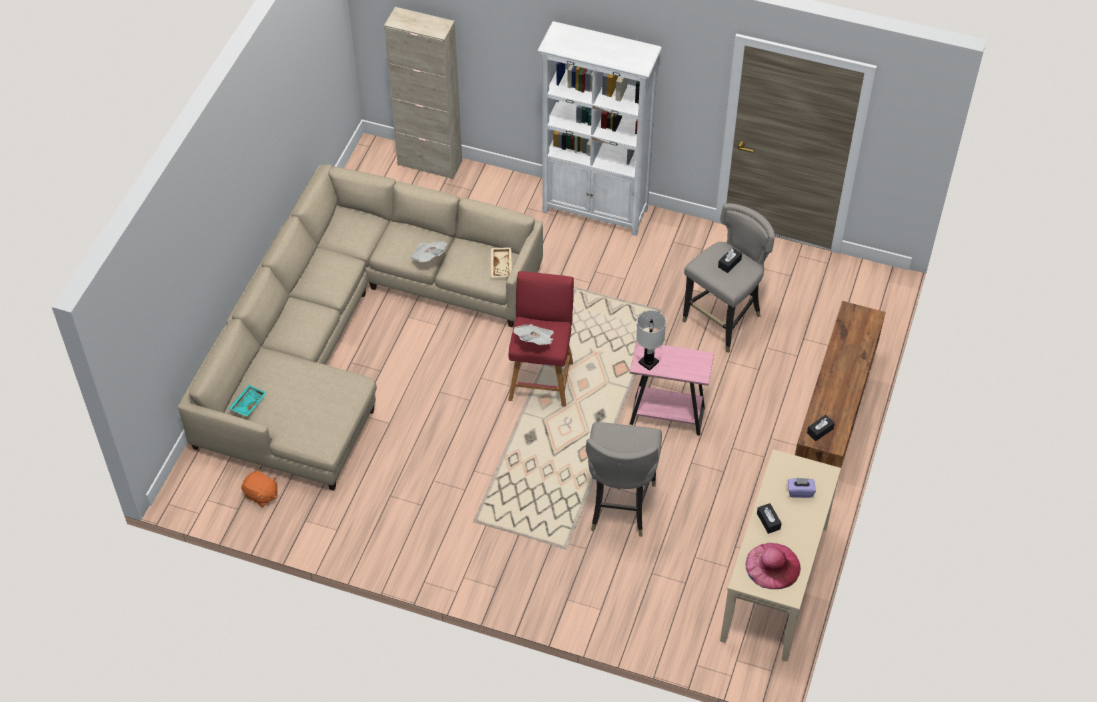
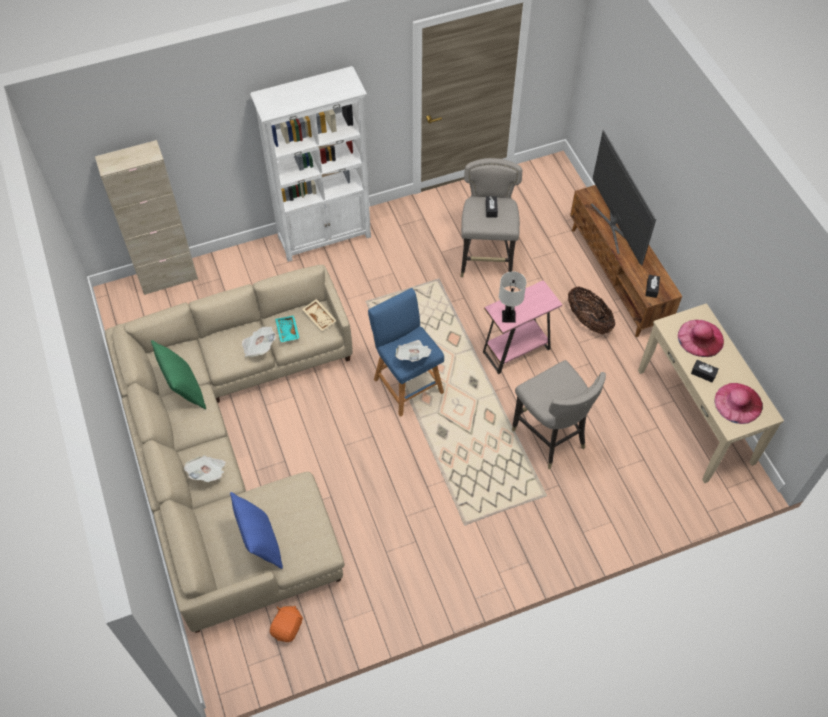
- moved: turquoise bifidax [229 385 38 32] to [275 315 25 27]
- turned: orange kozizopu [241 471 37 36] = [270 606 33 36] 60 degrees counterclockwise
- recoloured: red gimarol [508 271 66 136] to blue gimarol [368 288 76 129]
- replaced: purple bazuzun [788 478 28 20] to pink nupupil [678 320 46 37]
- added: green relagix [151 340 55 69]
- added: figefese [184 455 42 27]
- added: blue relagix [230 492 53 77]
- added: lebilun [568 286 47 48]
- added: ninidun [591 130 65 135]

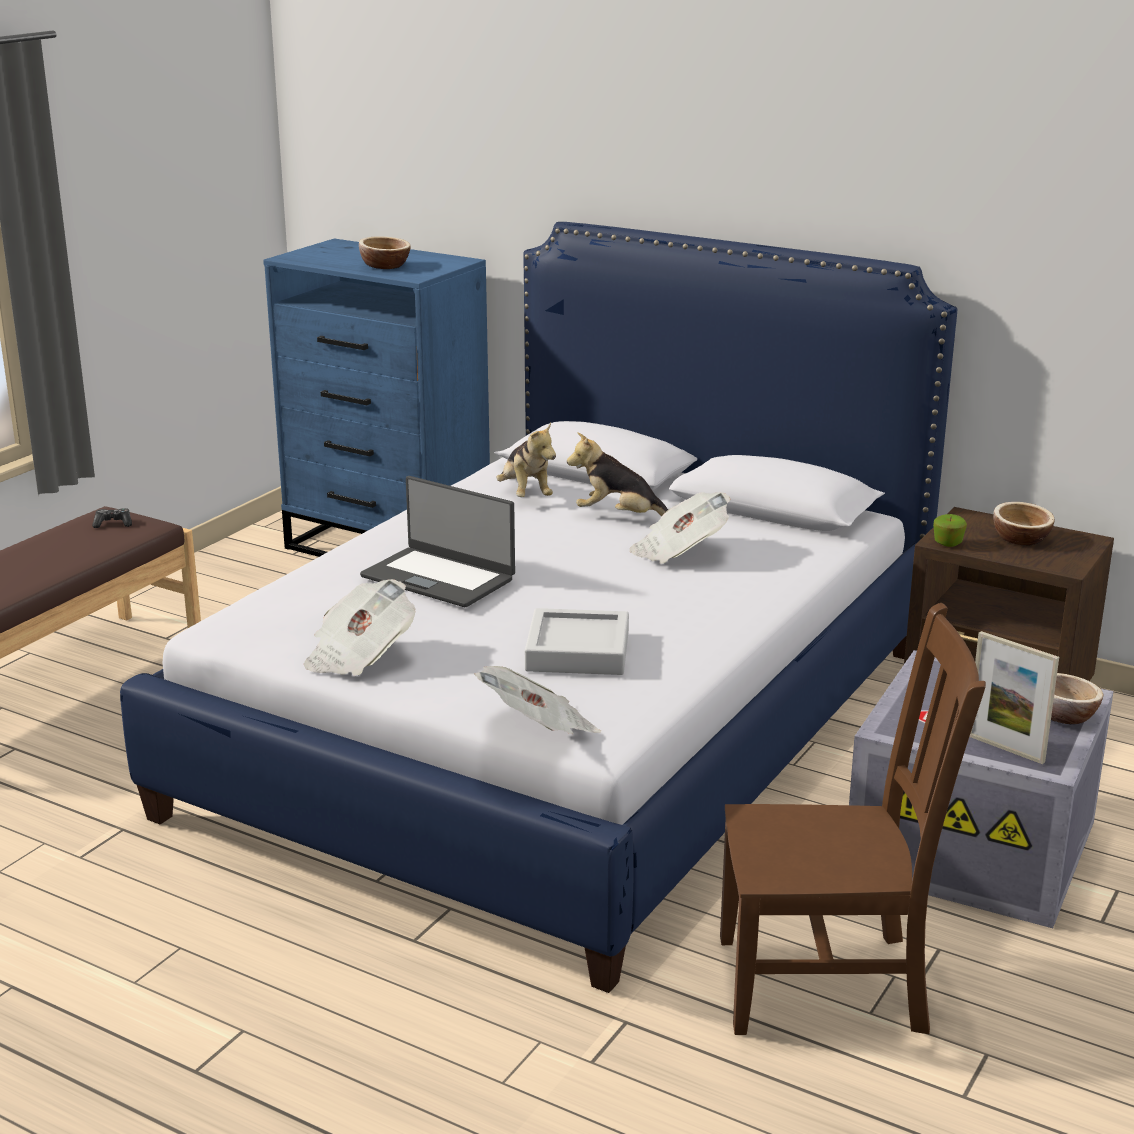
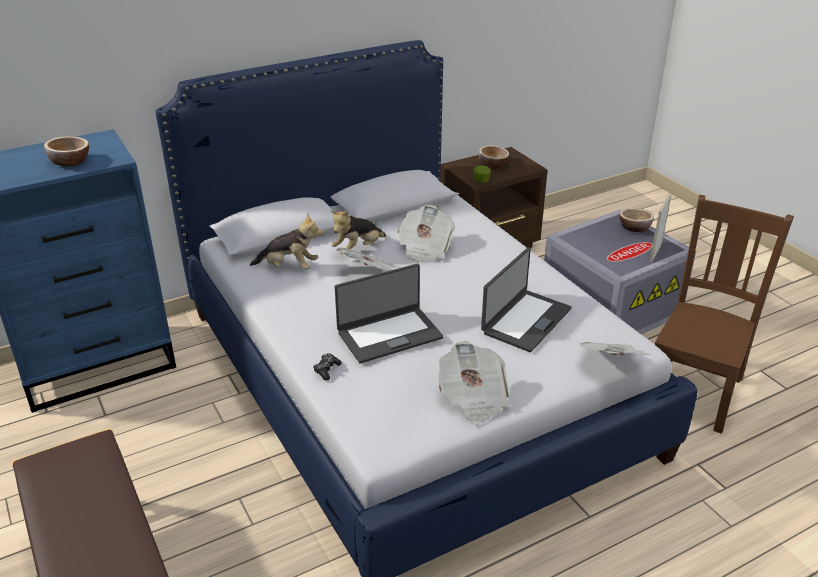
- moved: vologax [92 508 40 20] to [313 353 29 28]
- replaced: grey bifidax [525 608 104 67] to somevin [481 247 91 105]
- turned: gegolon [969 631 90 133] = [650 194 22 68] 135 degrees clockwise
- added: figefese [337 248 63 23]

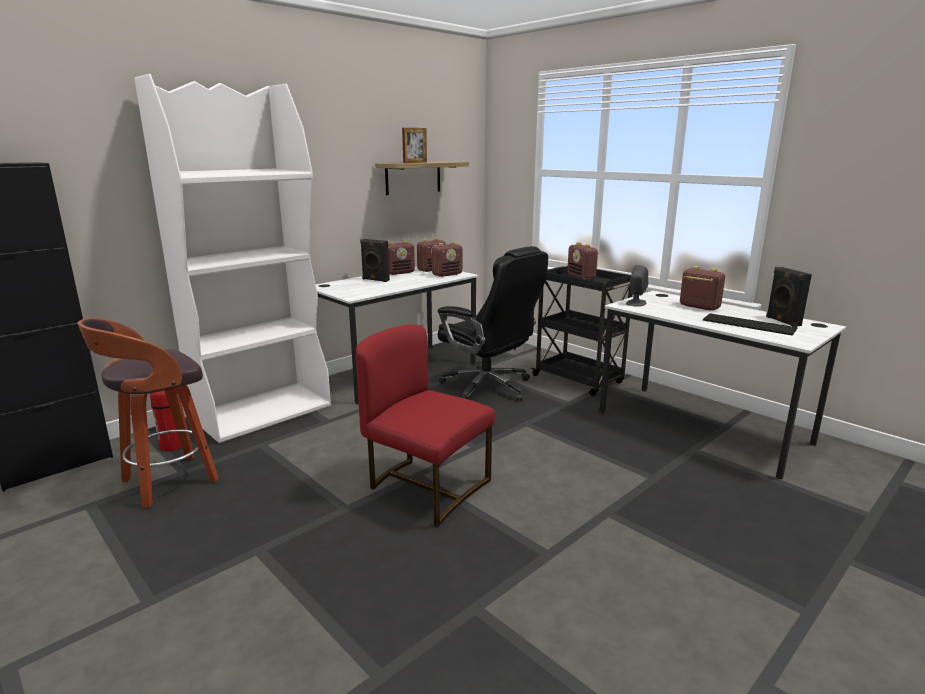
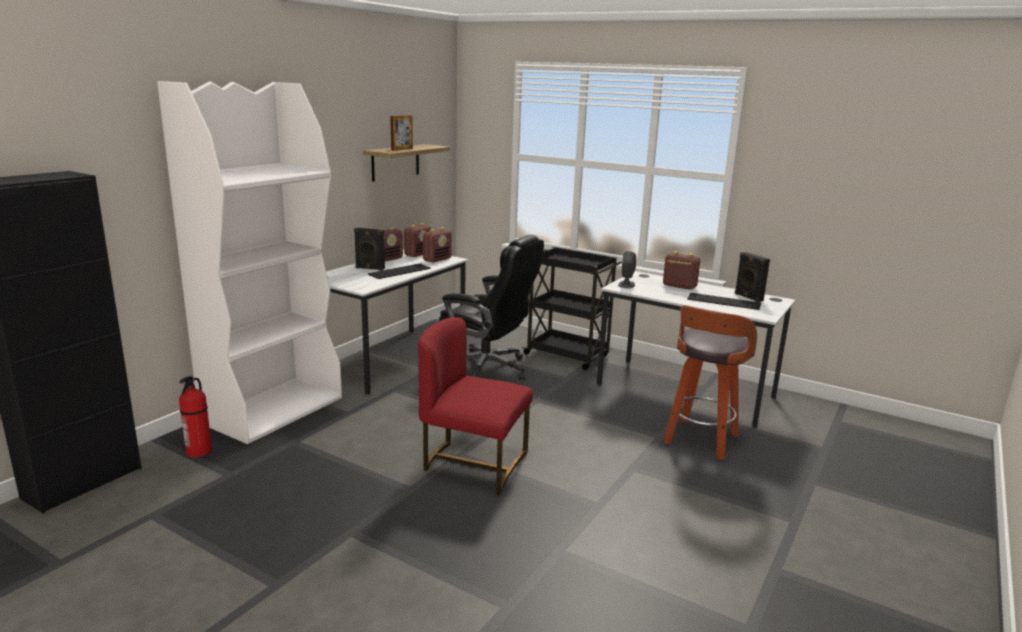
- moved: gimarol [77 318 142 190] to [664 305 93 155]
- removed: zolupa [567 242 32 38]
- added: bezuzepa [368 263 63 16]

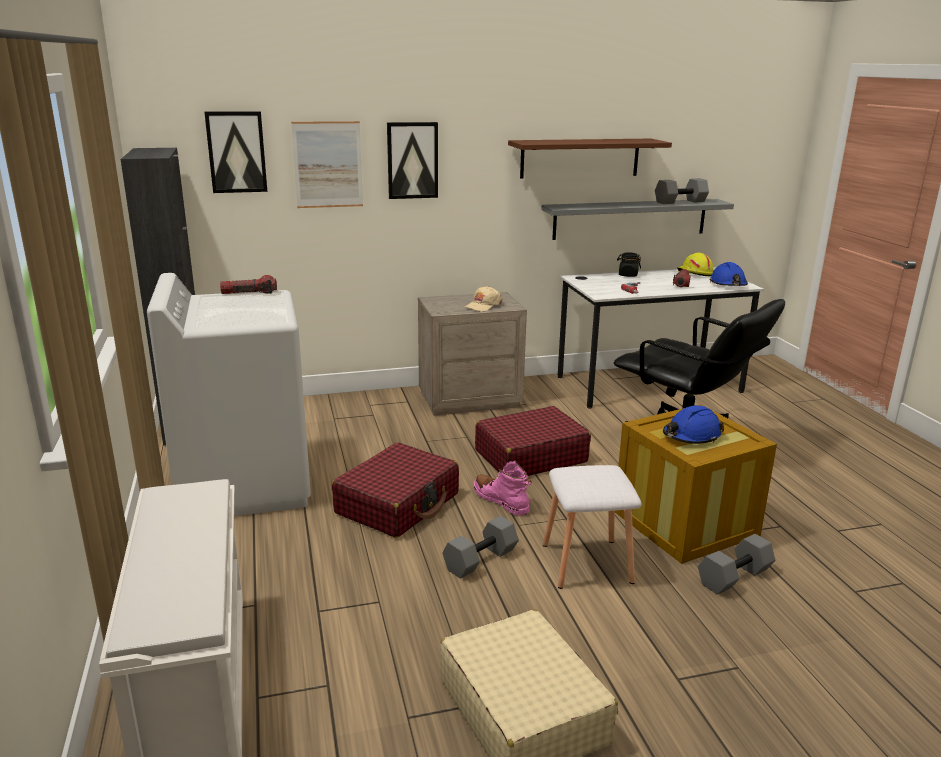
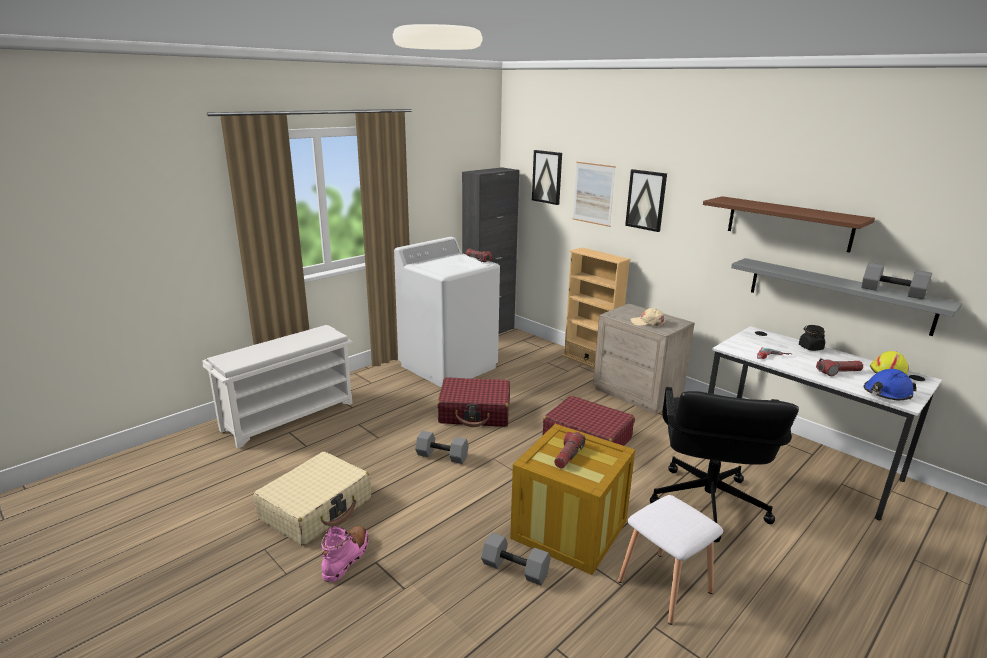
- moved: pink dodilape [473 461 59 55] to [321 525 48 57]
- moved: white gimarol [543 465 99 124] to [618 495 105 130]
- replaced: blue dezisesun [663 405 61 39] to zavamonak [554 432 31 37]
- added: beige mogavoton [563 247 68 121]

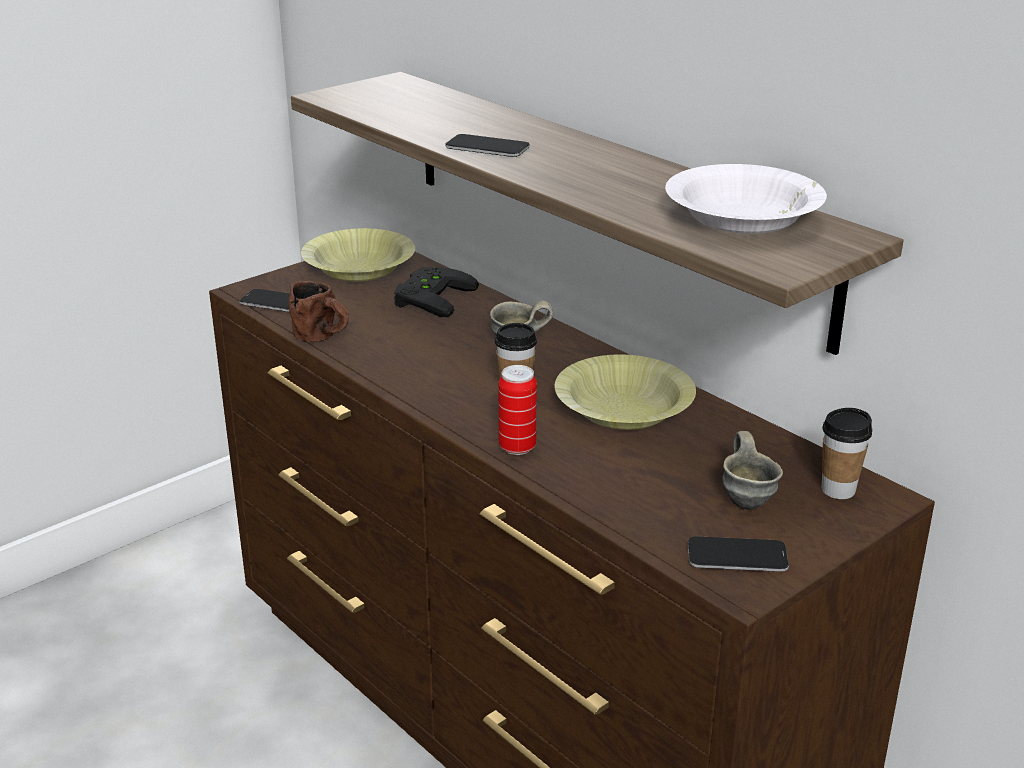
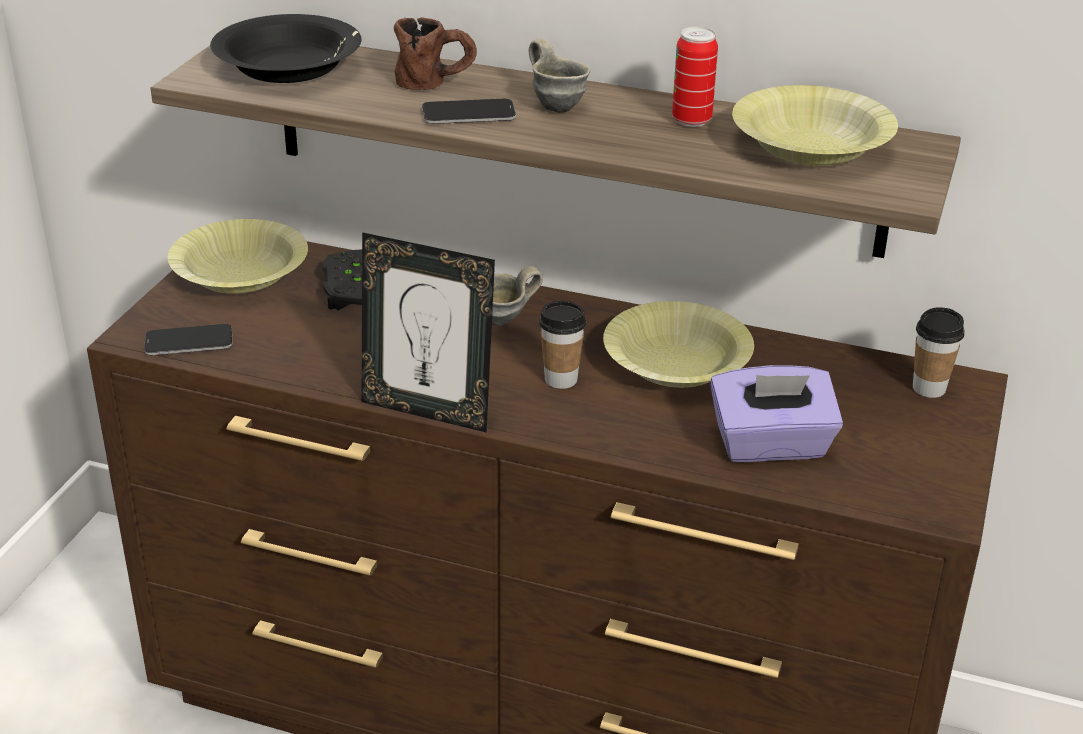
- moved: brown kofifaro [288 281 61 61] to [394 17 83 73]
- moved: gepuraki [499 365 38 90] to [672 27 46 100]
- recoloured: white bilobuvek [665 164 162 70] to yellow bilobuvek [732 85 166 81]
- removed: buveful [688 536 101 36]
- moved: grey kofifaro [722 431 61 79] to [528 39 62 73]
- added: black bilobuvek [210 14 152 69]
- added: gegolon [362 232 133 200]
- added: purple bazuzun [710 365 133 97]

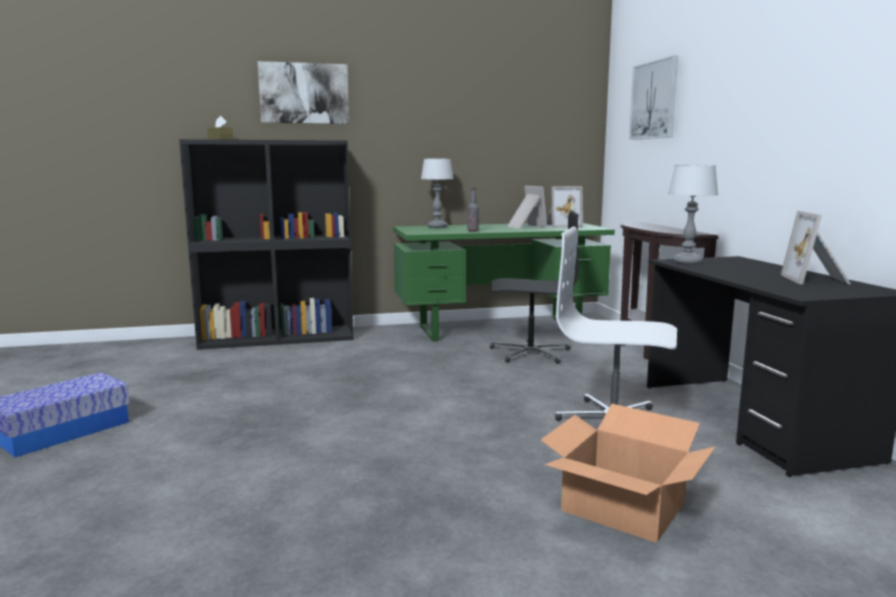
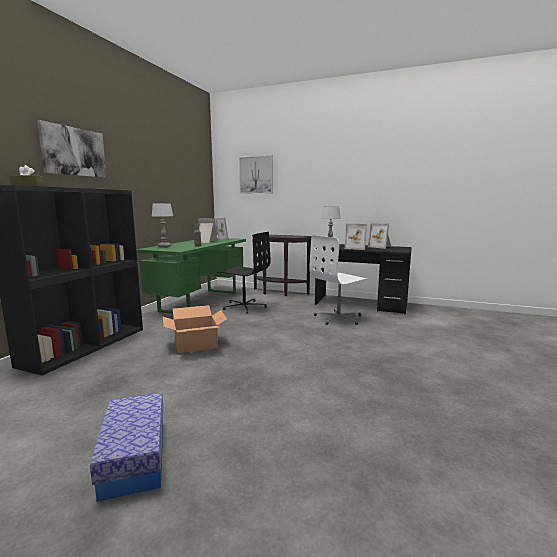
- turned: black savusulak [490 211 89 153] = [217 232 53 82] 75 degrees clockwise
- moved: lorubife [541 404 175 139] to [163 305 64 48]
- added: gegolon [345 224 22 26]

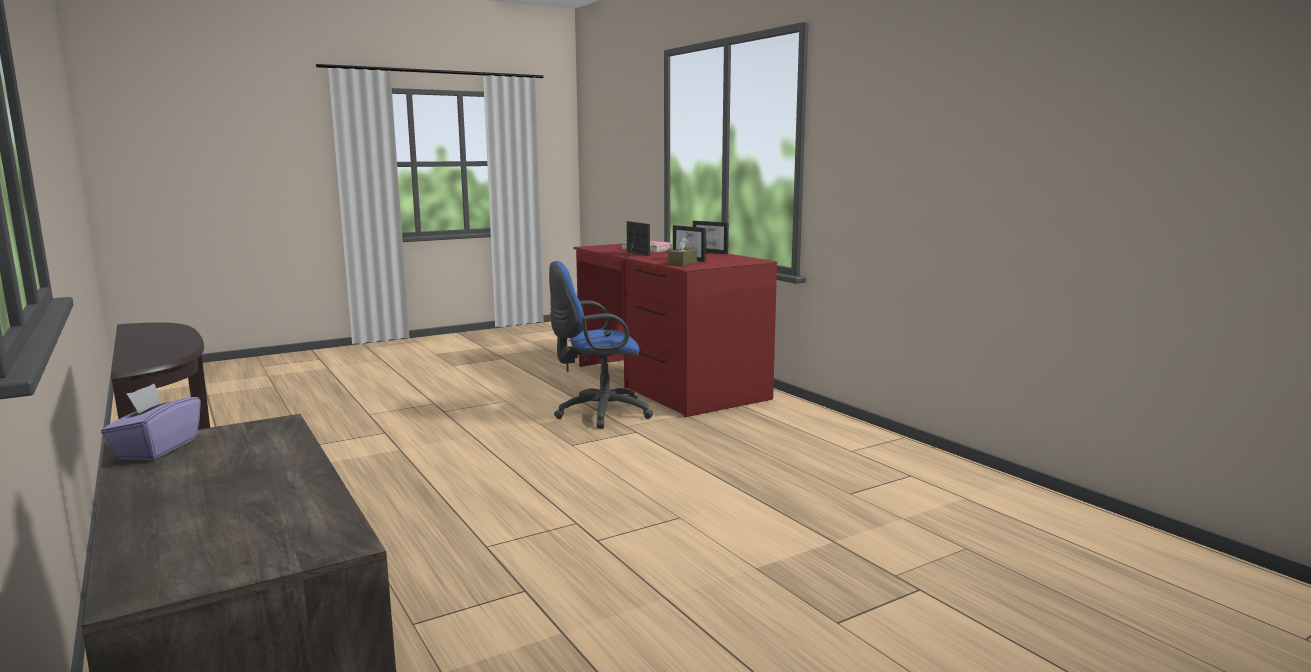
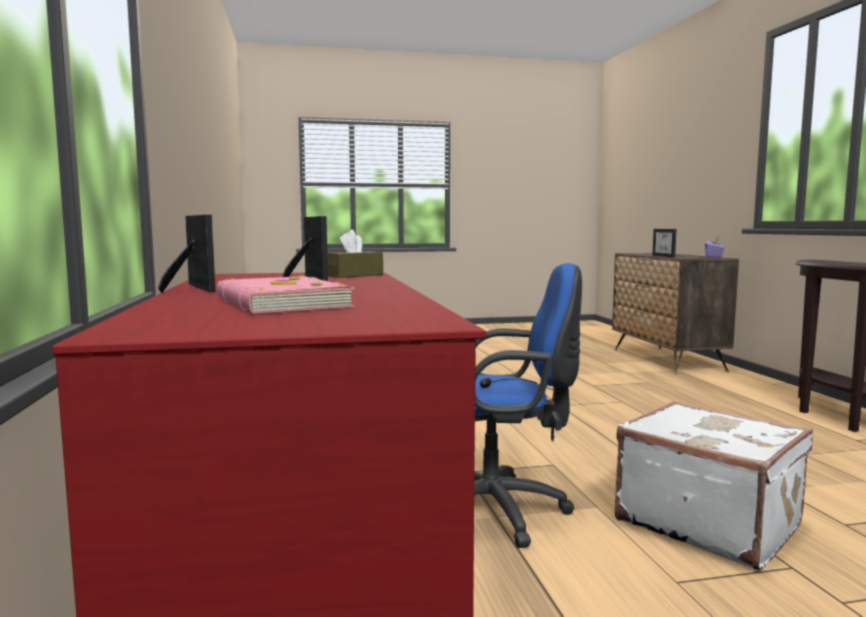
- moved: gegolon [626 221 24 35] to [652 229 24 29]
- added: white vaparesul [614 401 199 170]

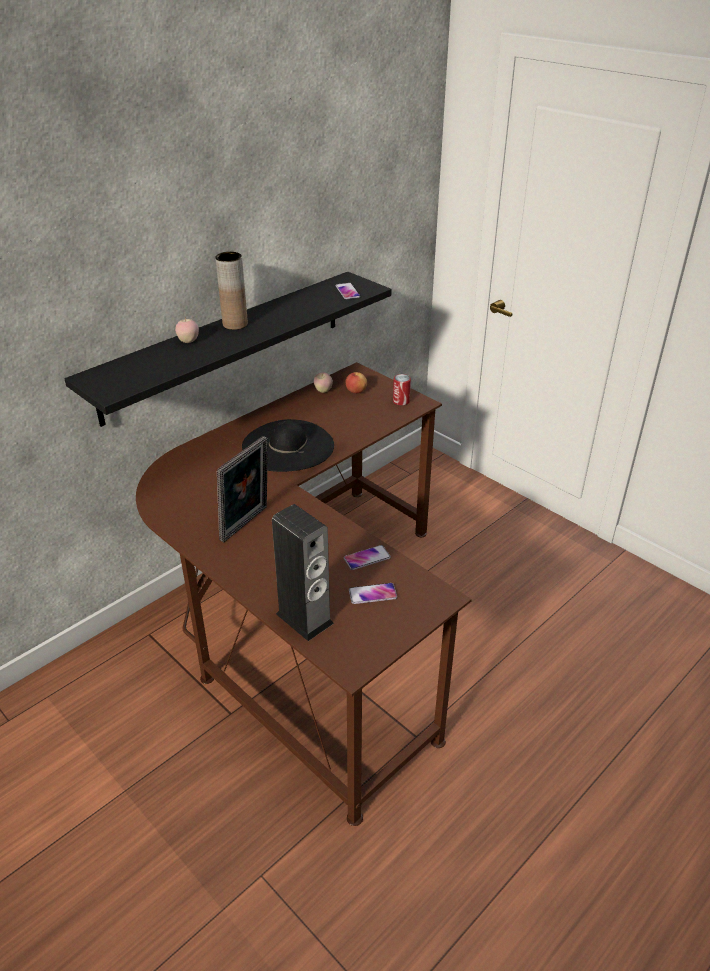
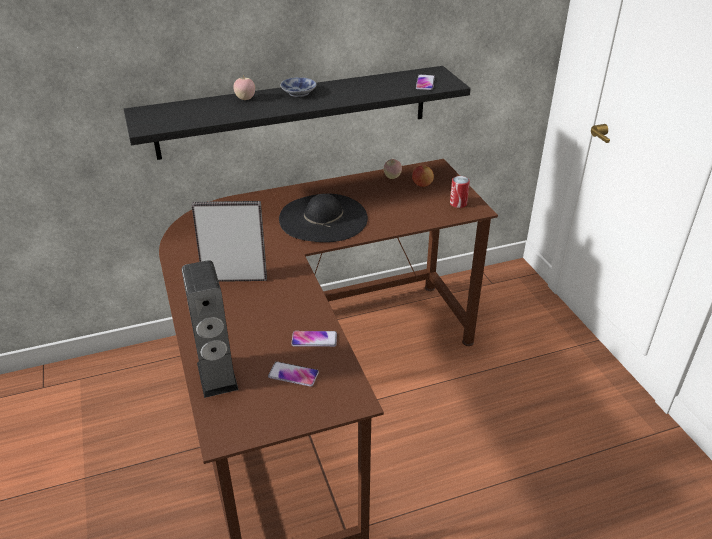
- replaced: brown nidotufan [215 252 33 78] to bilobuvek [281 77 36 20]
- turned: gegolon [217 436 51 106] = [192 201 75 81] 150 degrees counterclockwise

